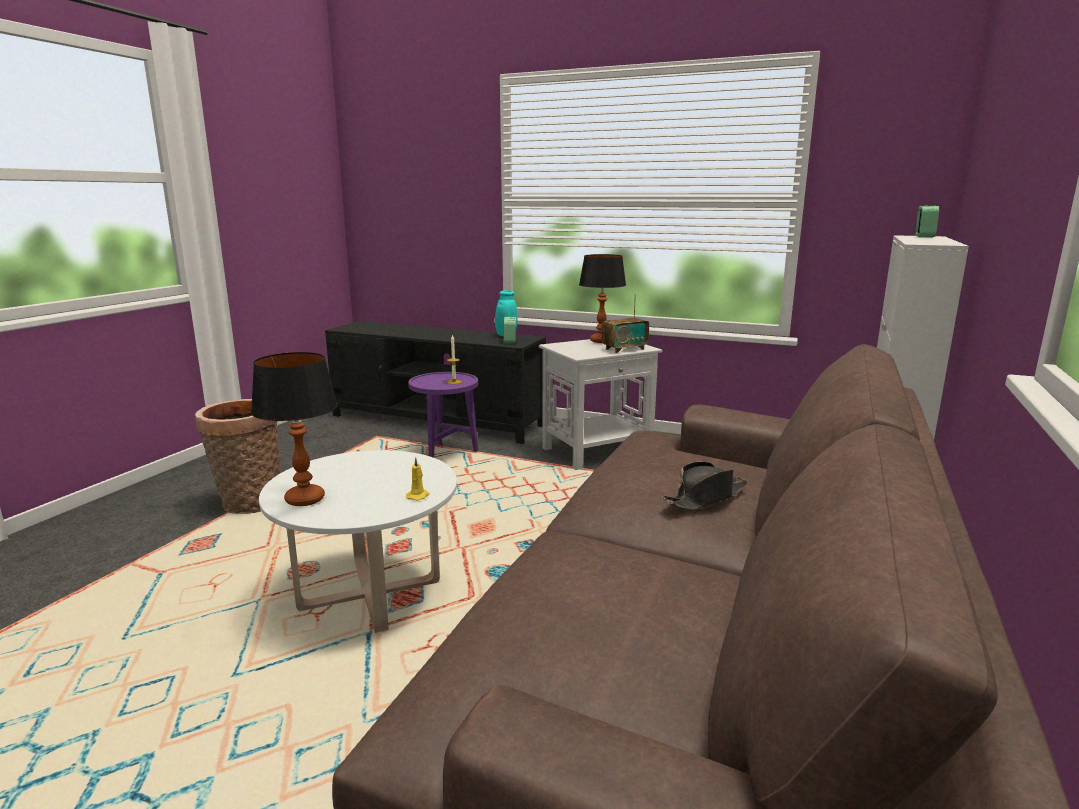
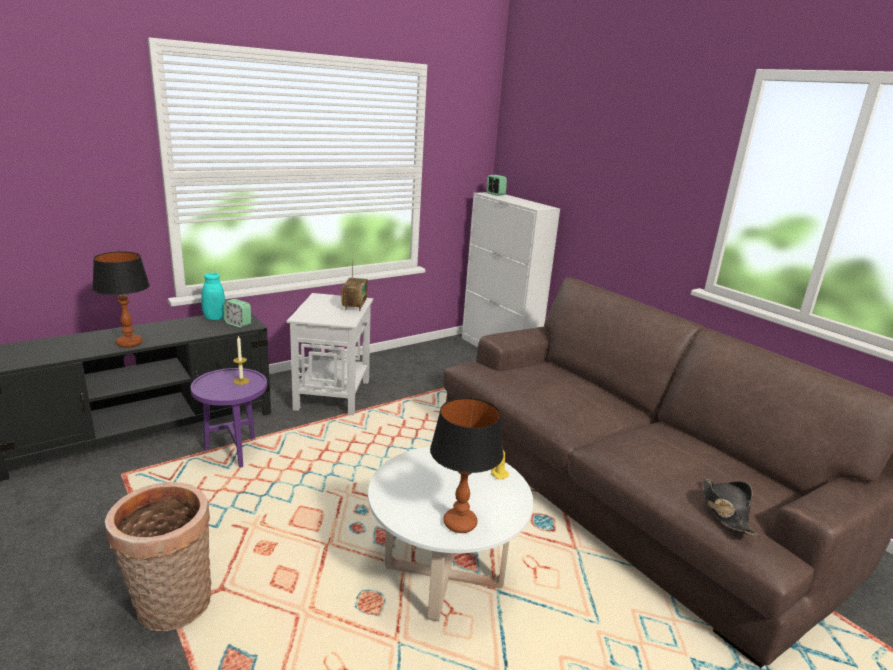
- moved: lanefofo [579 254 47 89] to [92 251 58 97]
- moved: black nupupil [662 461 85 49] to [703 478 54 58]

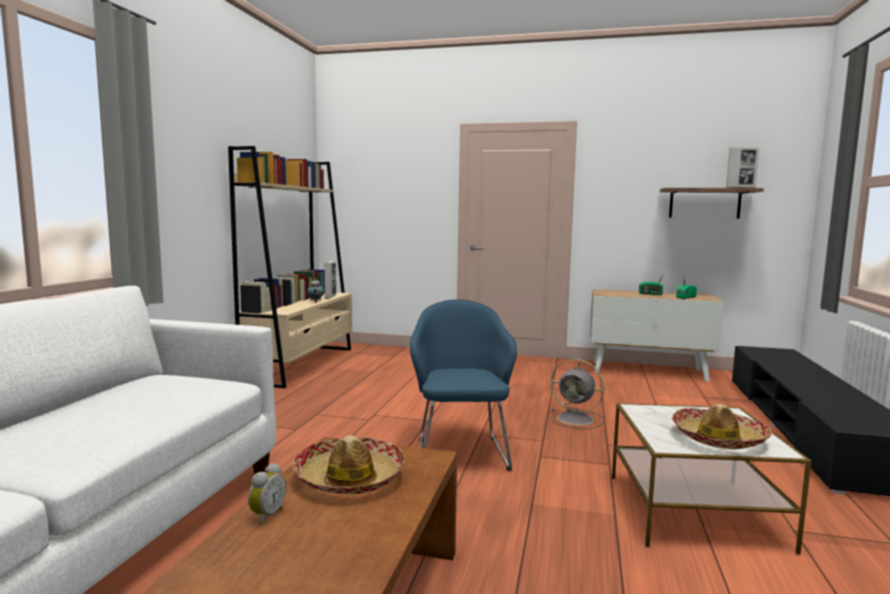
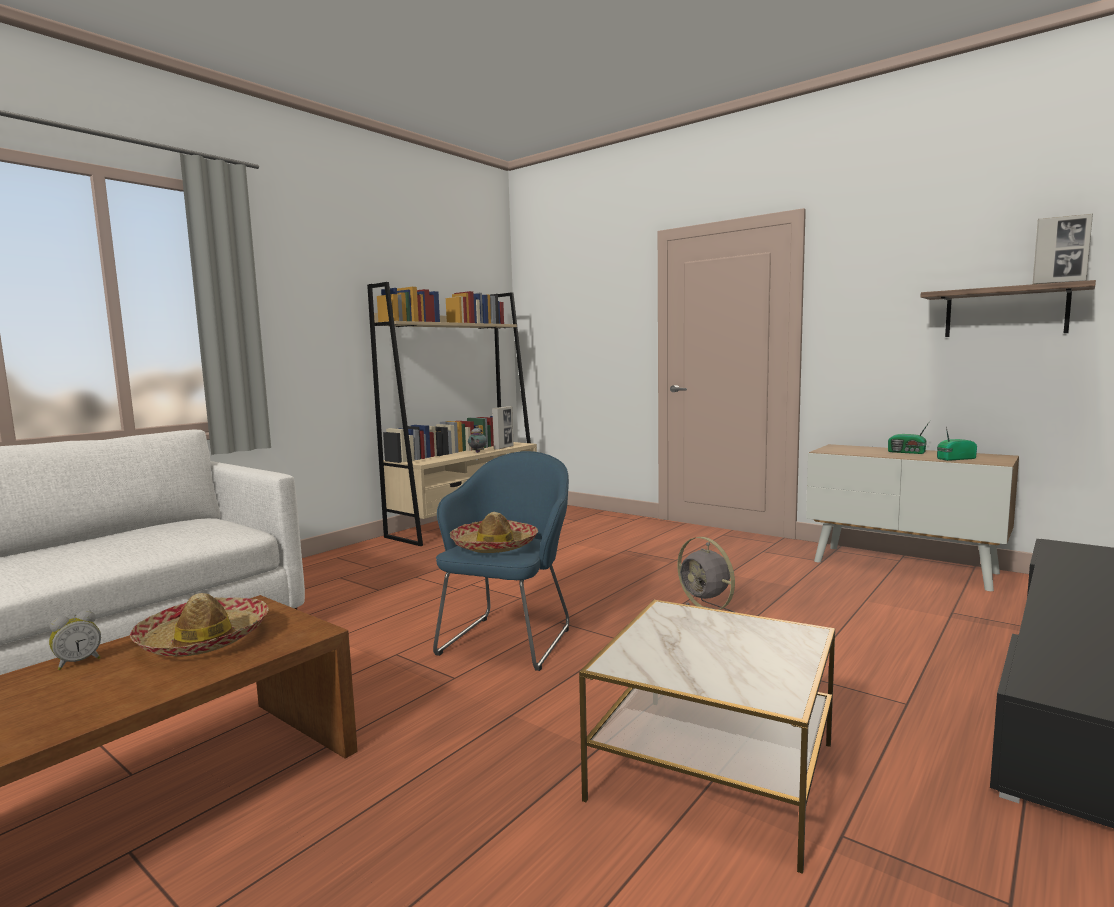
- moved: nupupil [672 404 100 46] to [450 512 88 41]

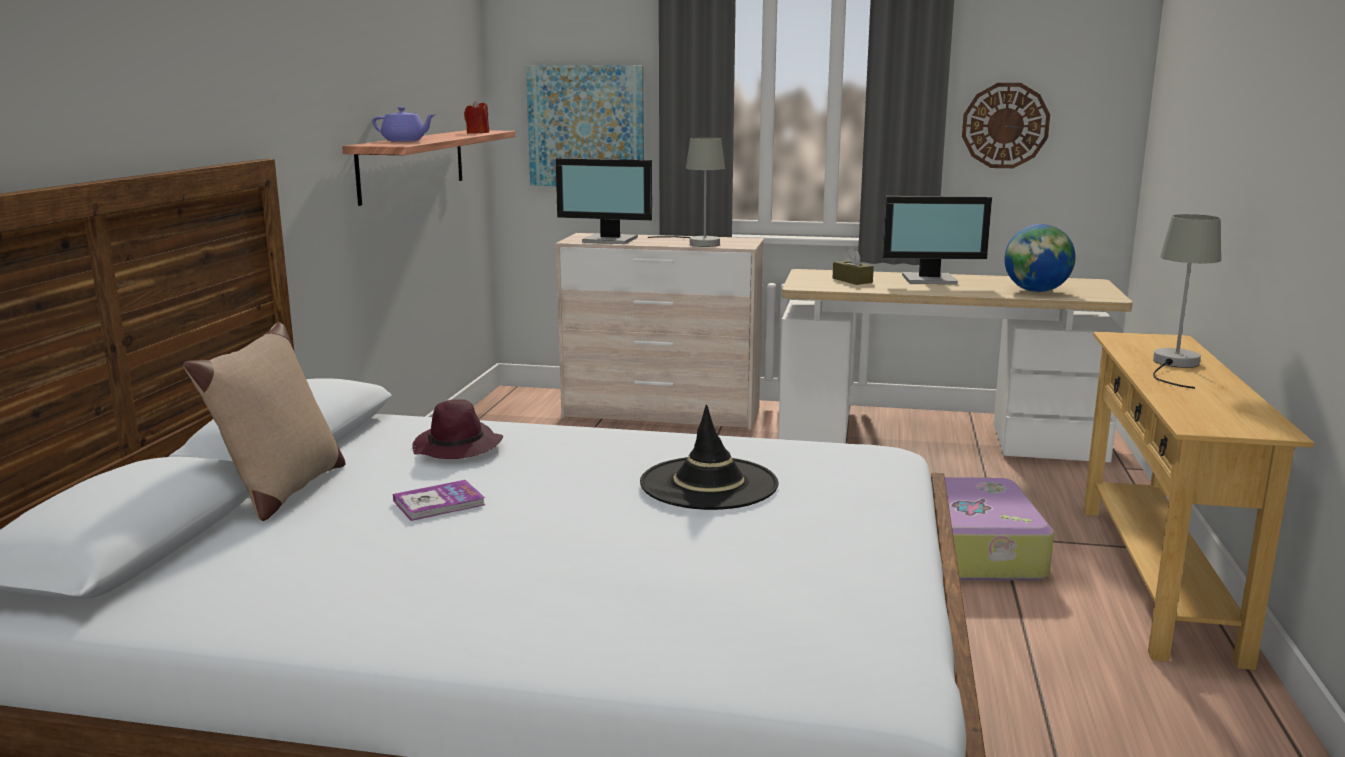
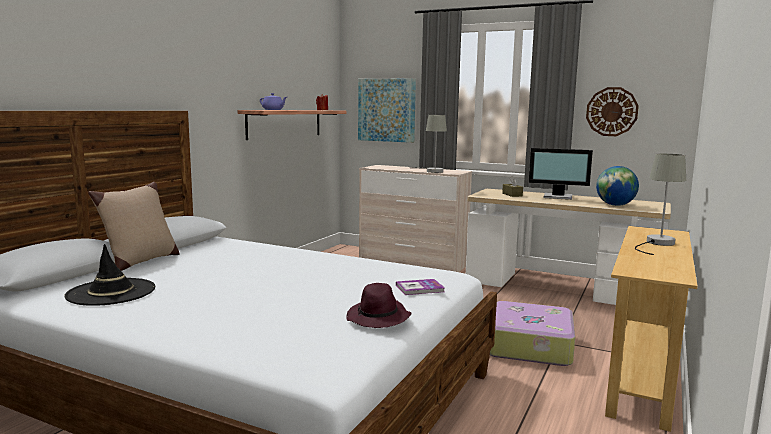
- moved: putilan [393 480 92 41] to [396 279 49 16]
- moved: purple nupupil [413 399 90 60] to [347 283 65 45]
- removed: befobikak [556 158 96 86]
- moved: black nupupil [640 405 139 105] to [64 244 92 62]

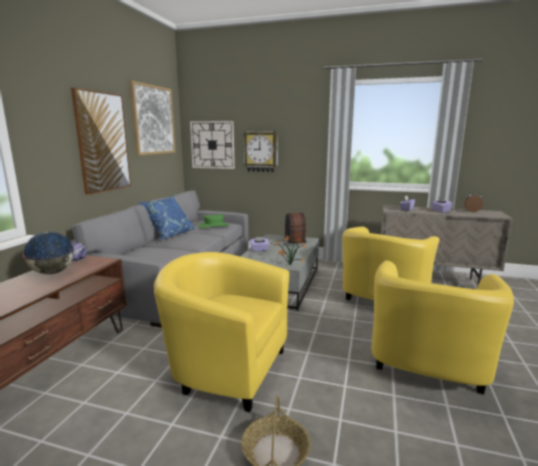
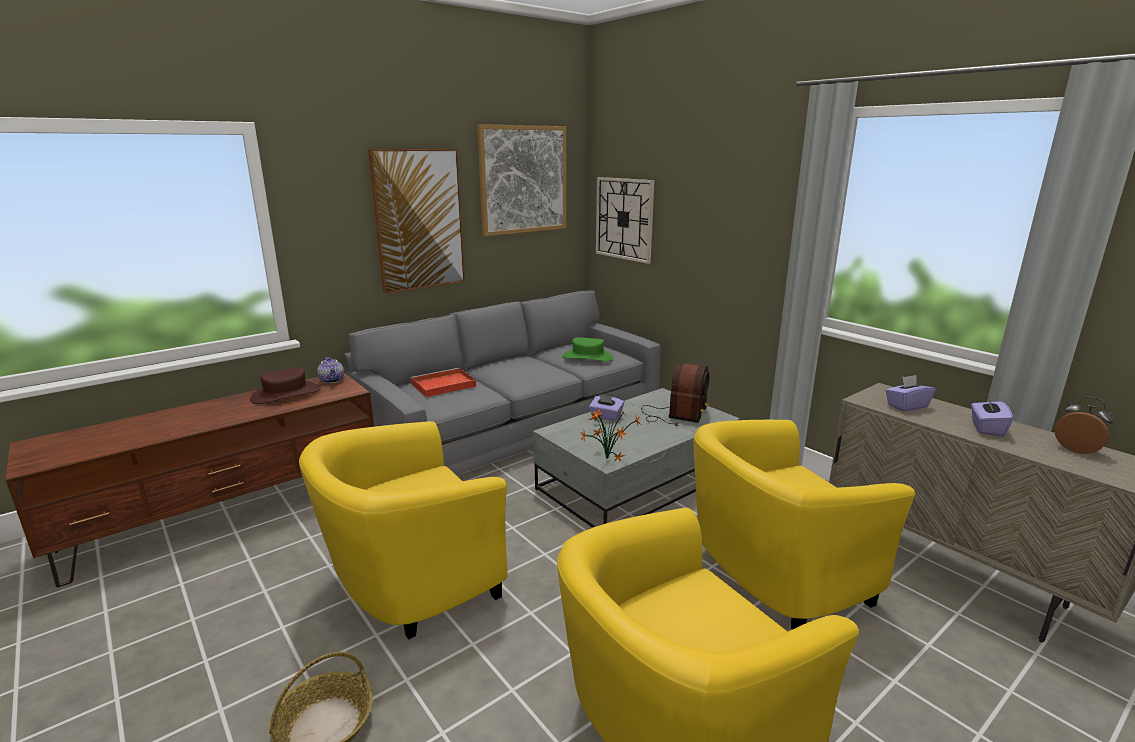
- replaced: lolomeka [23 232 51 42] to brown nupupil [250 367 71 37]
- removed: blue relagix [138 196 56 44]
- turned: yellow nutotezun [154 252 135 161] = [299 421 208 219] 90 degrees counterclockwise
- removed: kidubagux [243 131 35 41]
- added: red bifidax [411 368 66 29]

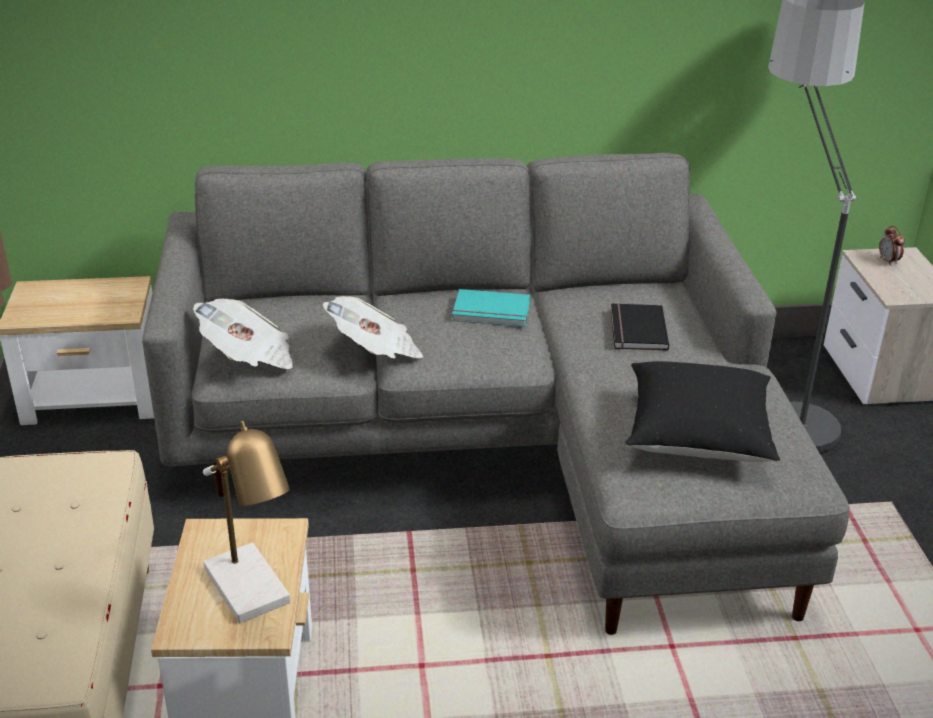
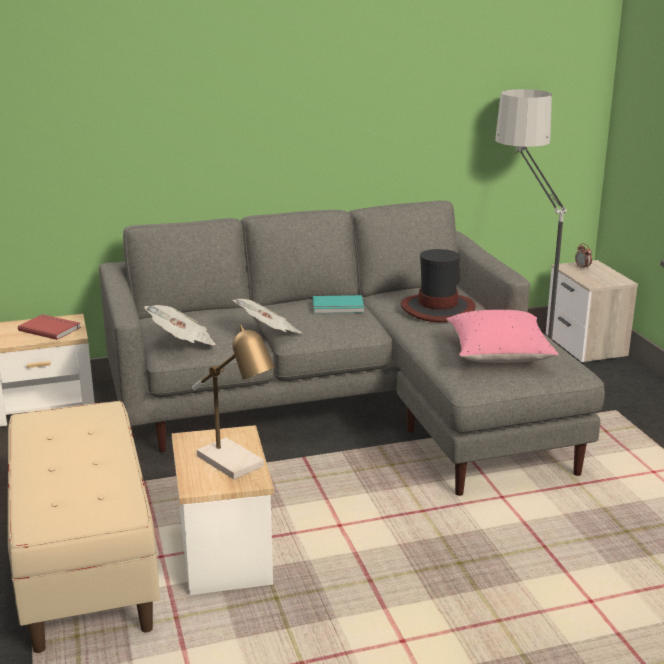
- replaced: black putilan [611 303 58 48] to nupupil [401 249 75 74]
- recoloured: black relagix [625 361 155 101] to pink relagix [446 310 113 53]
- added: red putilan [18 314 63 26]

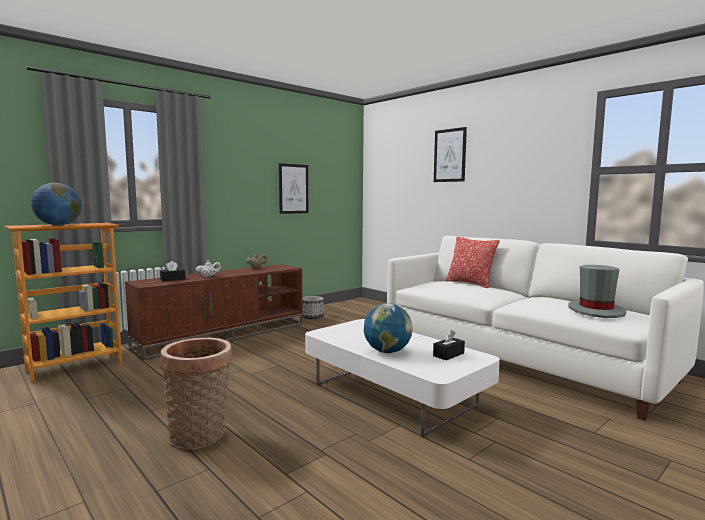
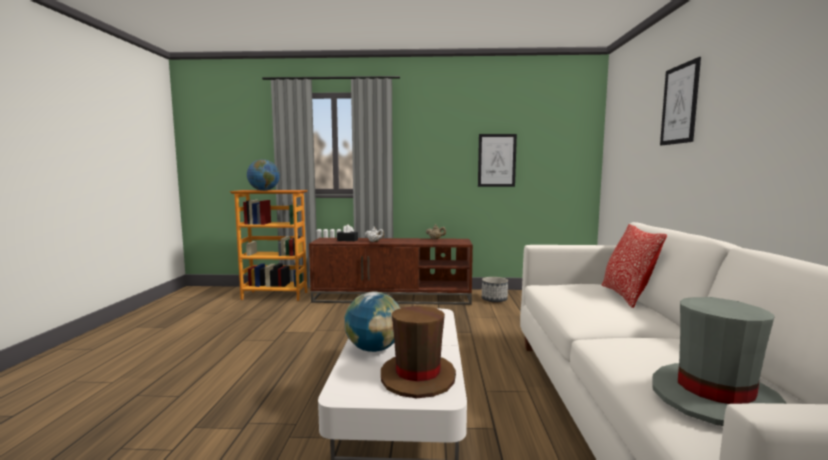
- removed: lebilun [160 338 72 112]
- replaced: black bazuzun [433 330 32 30] to brown nupupil [381 306 75 92]

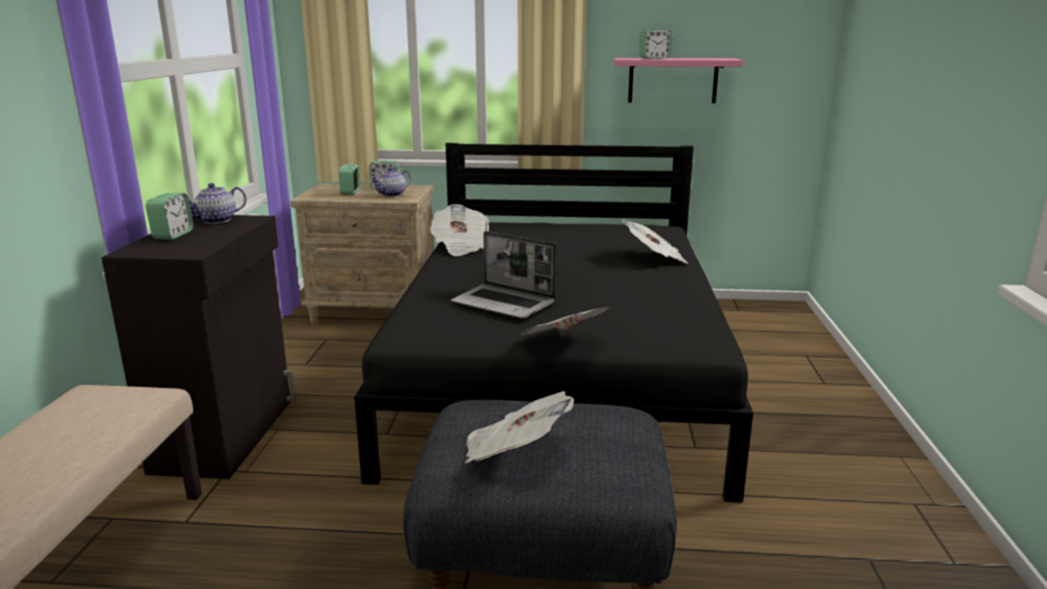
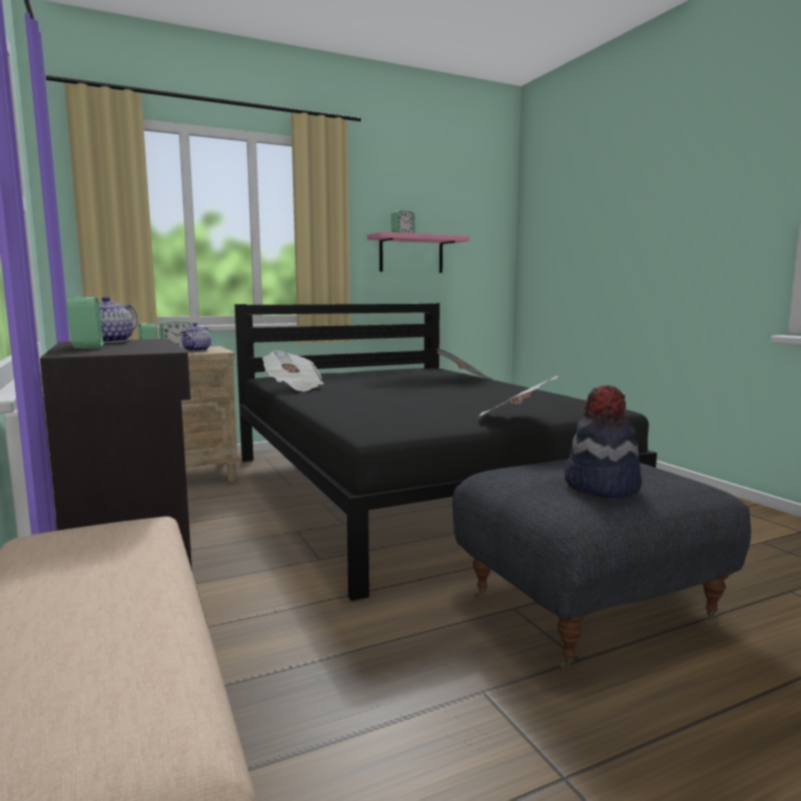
- removed: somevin [451 231 106 87]
- replaced: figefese [465 391 109 72] to nupupil [564 385 78 113]

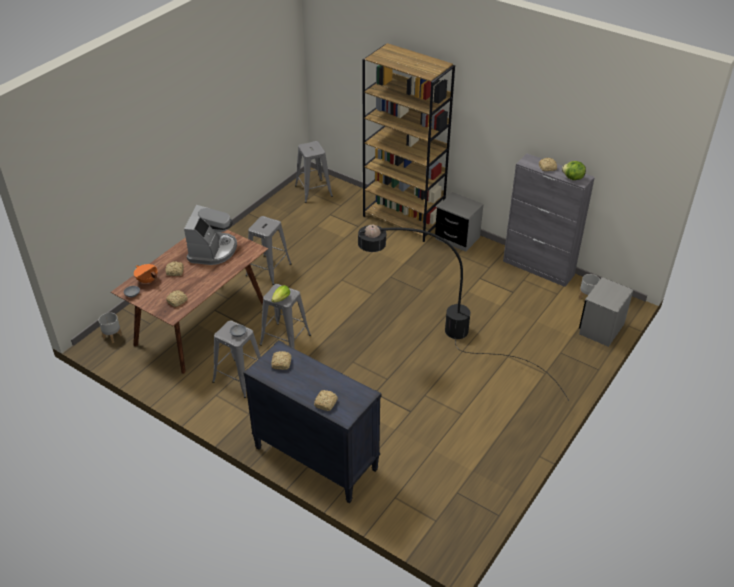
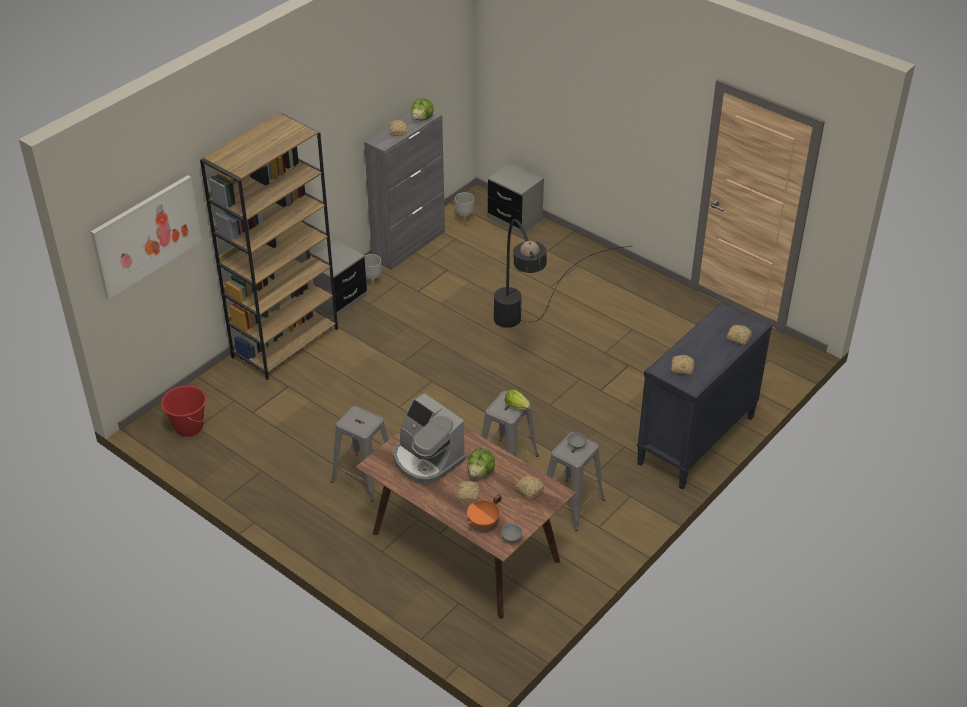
- moved: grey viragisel [99 313 23 30] to [364 254 18 35]
- turned: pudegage [184 205 53 60] = [393 393 72 91] 150 degrees counterclockwise
- replaced: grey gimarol [295 141 38 62] to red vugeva [161 385 45 52]
- added: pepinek [91 175 111 124]
- added: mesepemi [468 448 27 29]

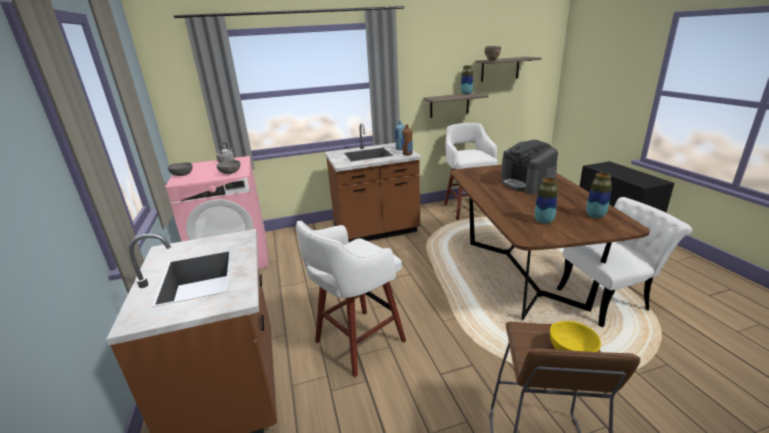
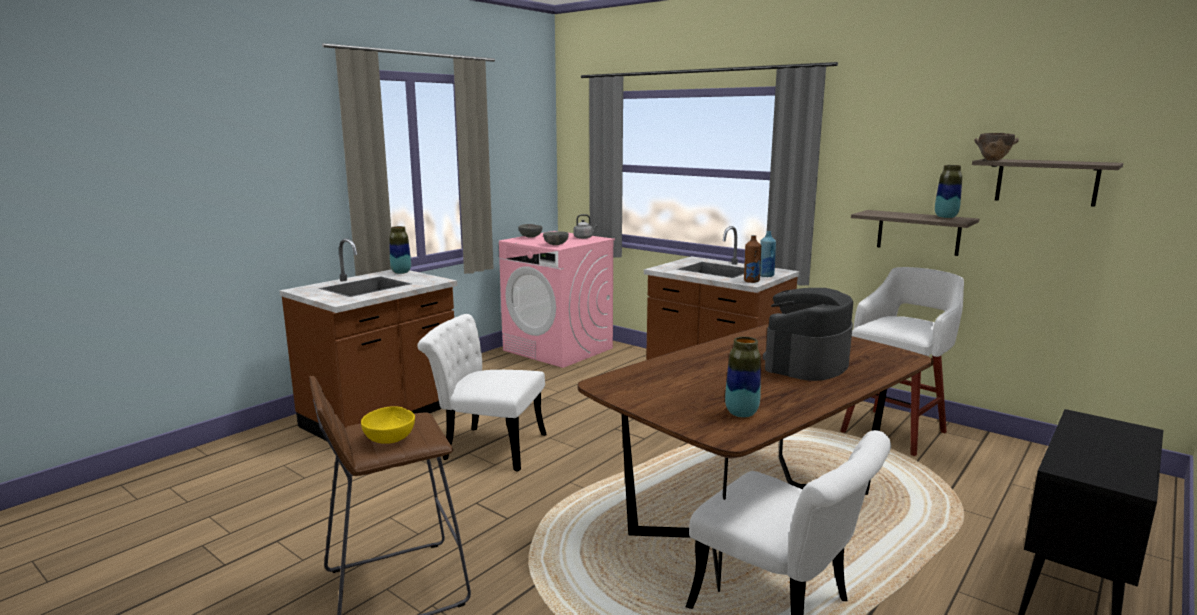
- replaced: white gimarol [296 221 110 156] to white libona [417 314 130 158]
- moved: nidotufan [534 178 24 46] to [389 226 22 48]

